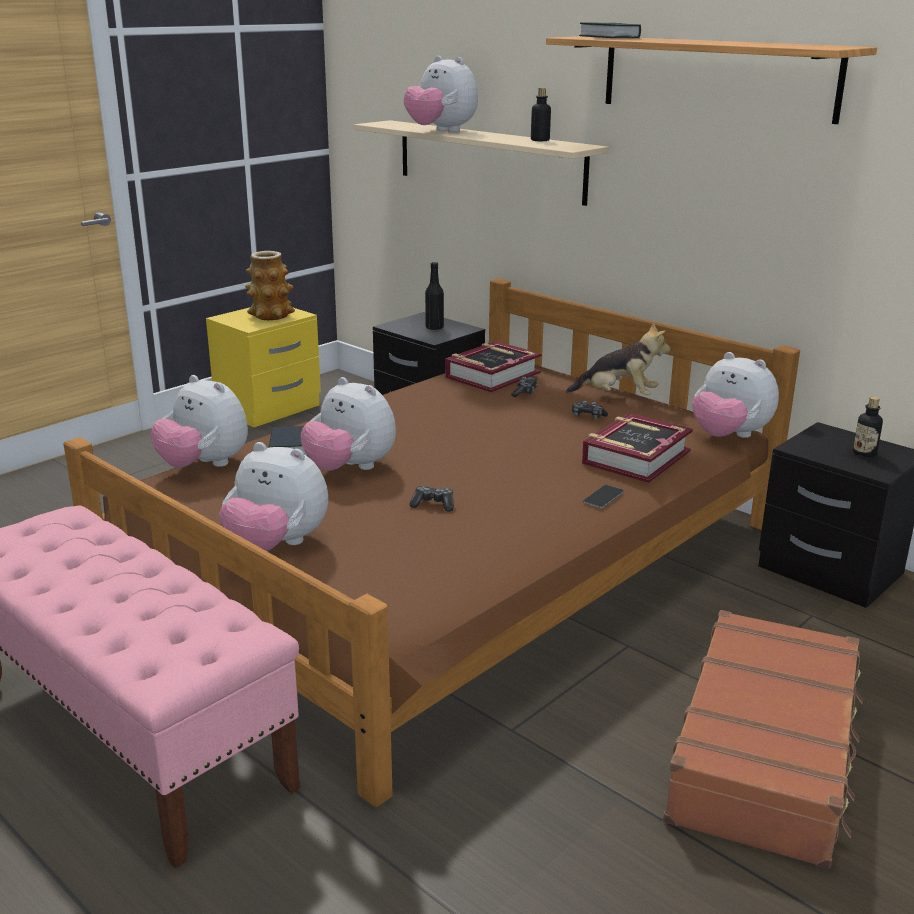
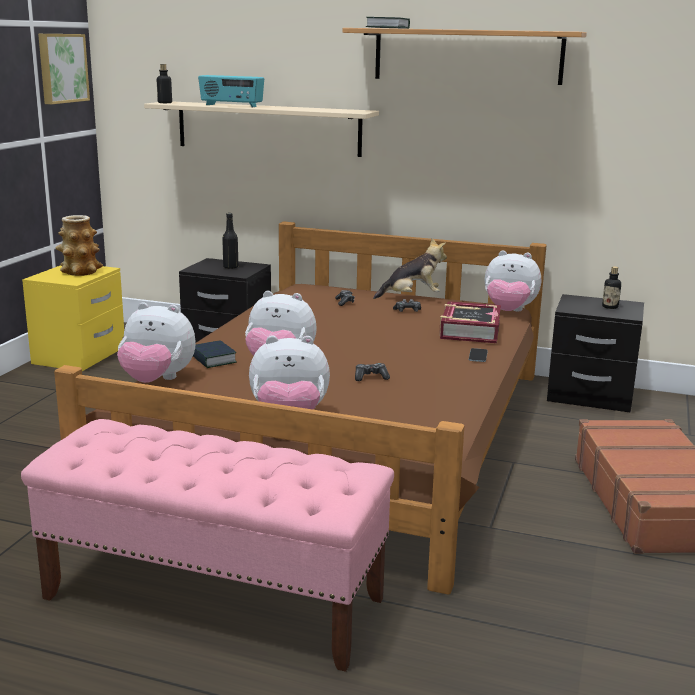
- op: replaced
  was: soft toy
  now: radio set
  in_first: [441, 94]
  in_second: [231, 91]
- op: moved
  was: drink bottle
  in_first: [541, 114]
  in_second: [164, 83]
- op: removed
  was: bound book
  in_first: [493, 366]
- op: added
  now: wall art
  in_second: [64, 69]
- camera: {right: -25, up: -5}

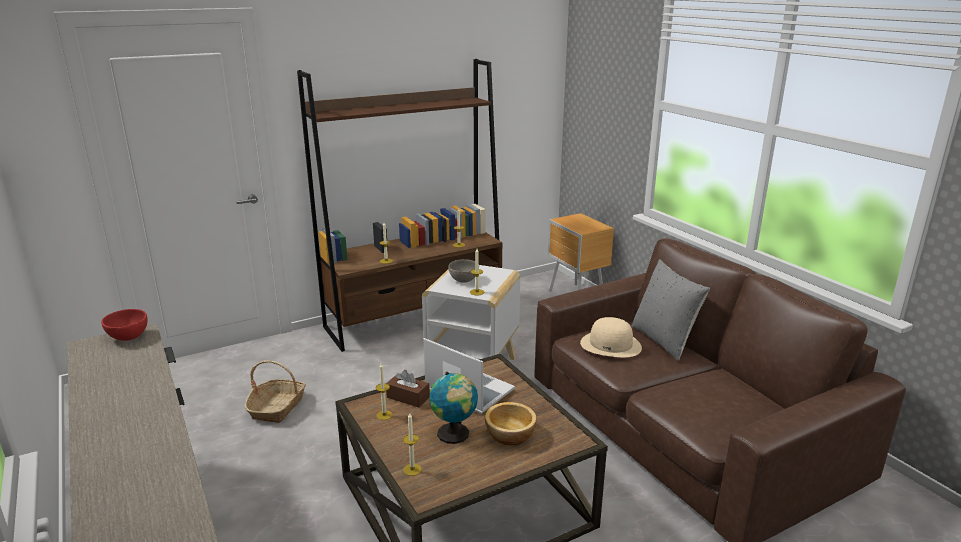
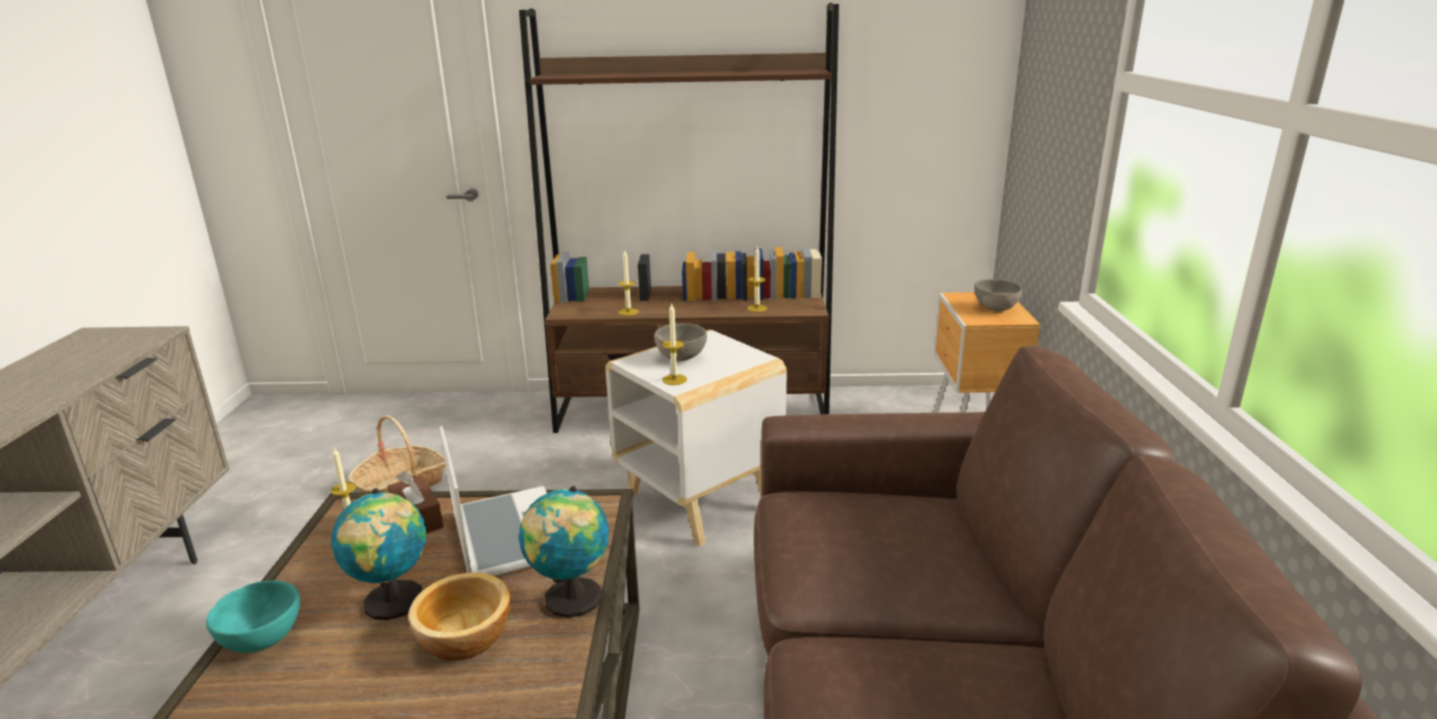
- op: removed
  was: grey throw pillow
  in_first: [671, 310]
- op: removed
  was: reddish deep dish
  in_first: [124, 325]
- op: removed
  was: beige clothing hat
  in_first: [611, 337]
- op: replaced
  was: candle
  now: turquoise deep dish
  in_first: [412, 444]
  in_second: [253, 617]
- op: added
  now: grey deep dish
  in_second: [998, 295]
- op: added
  now: world globe
  in_second: [564, 552]
- camera: {right: 30, up: 0}

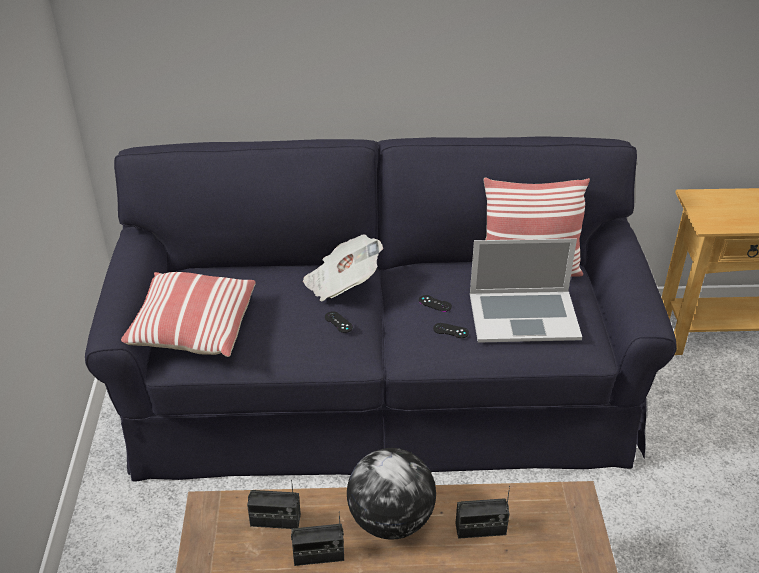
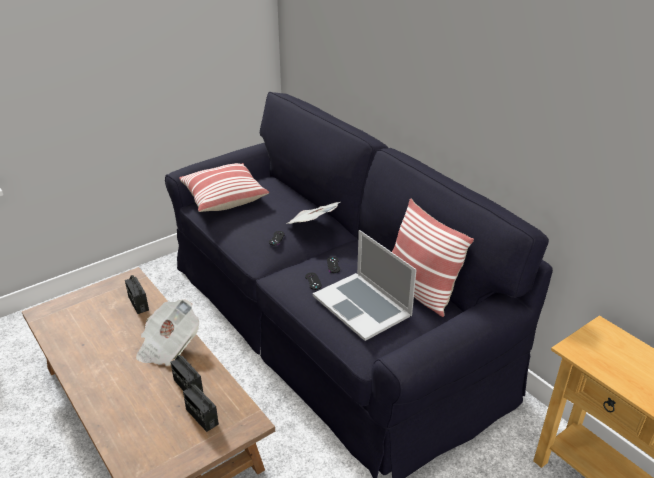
- op: replaced
  was: world globe
  now: printed paper
  in_first: [391, 494]
  in_second: [167, 333]
- op: moved
  was: radio set
  in_first: [317, 538]
  in_second: [201, 408]
- camera: {right: 55, up: -5}

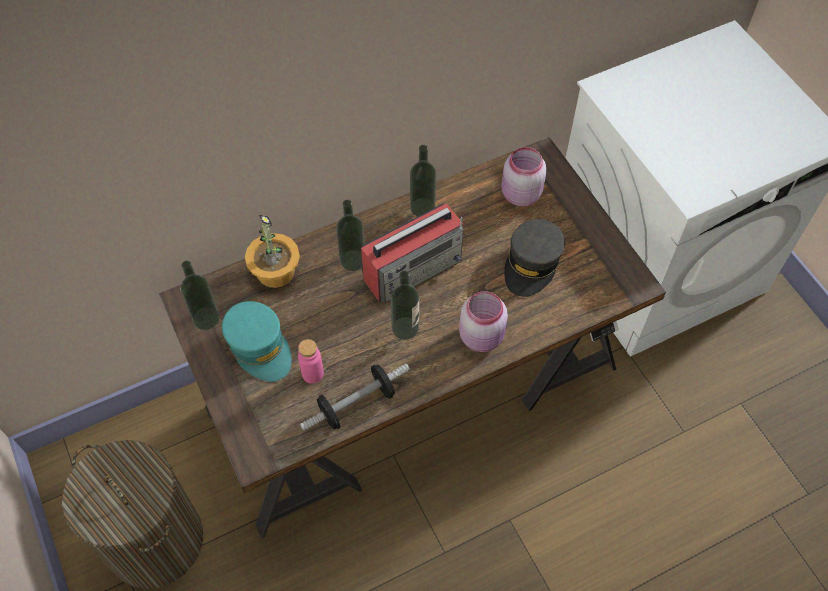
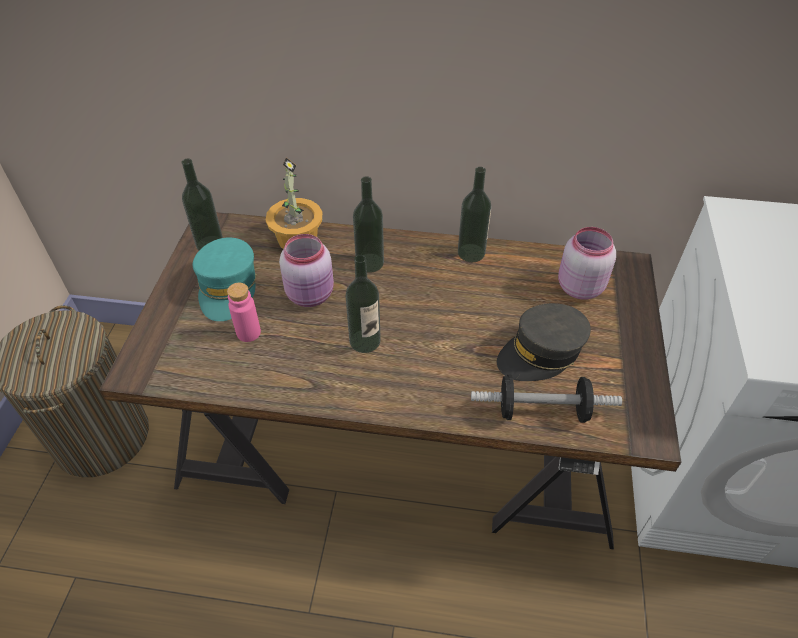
- op: removed
  was: radio set
  in_first: [412, 253]
- op: moved
  was: pinkish jar
  in_first: [483, 321]
  in_second: [306, 270]
- op: moved
  was: free weight
  in_first: [355, 397]
  in_second: [546, 398]
- camera: {right: 35, up: -10}

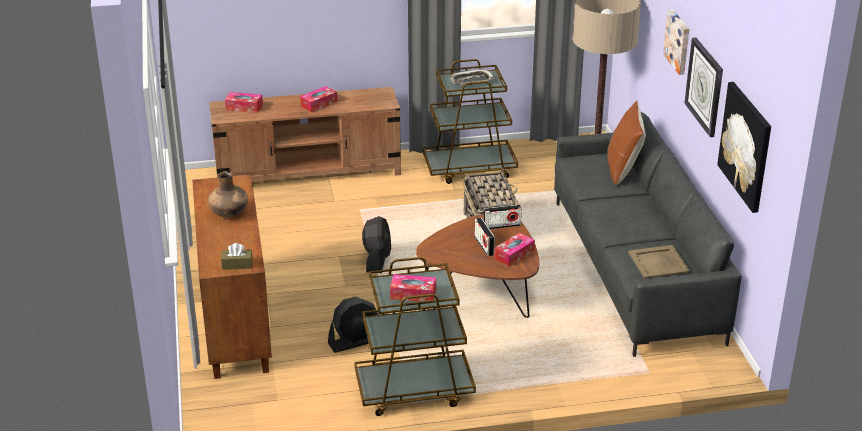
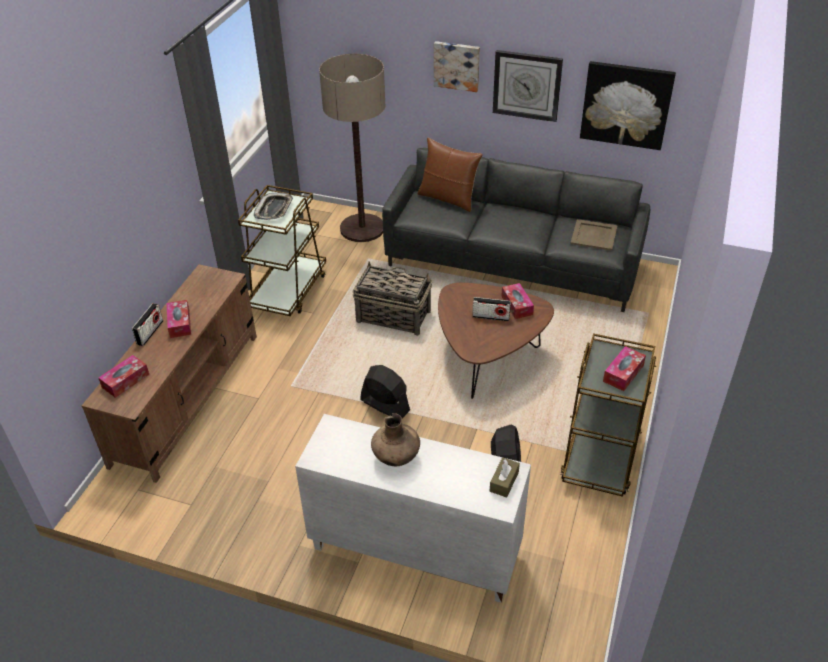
- op: recoloured
  was: brownish cabinet
  now: whitish cabinet
  in_first: [232, 276]
  in_second: [413, 508]
- op: moved
  was: radio set
  in_first: [503, 217]
  in_second: [147, 324]
- camera: {right: -60, up: 10}

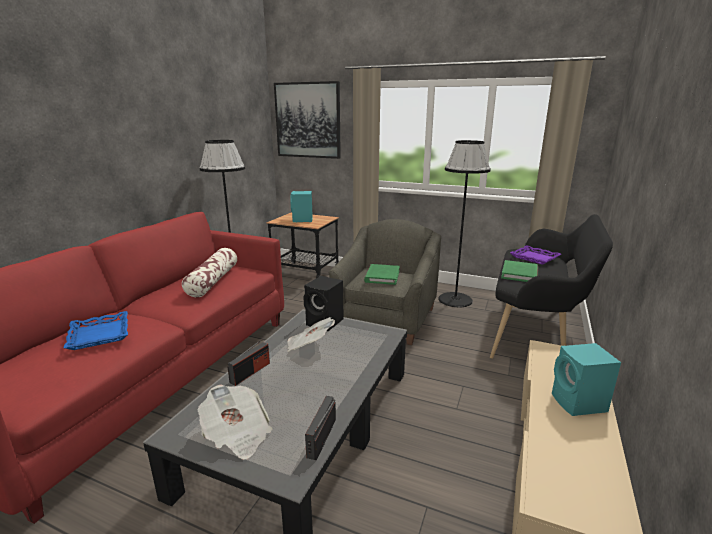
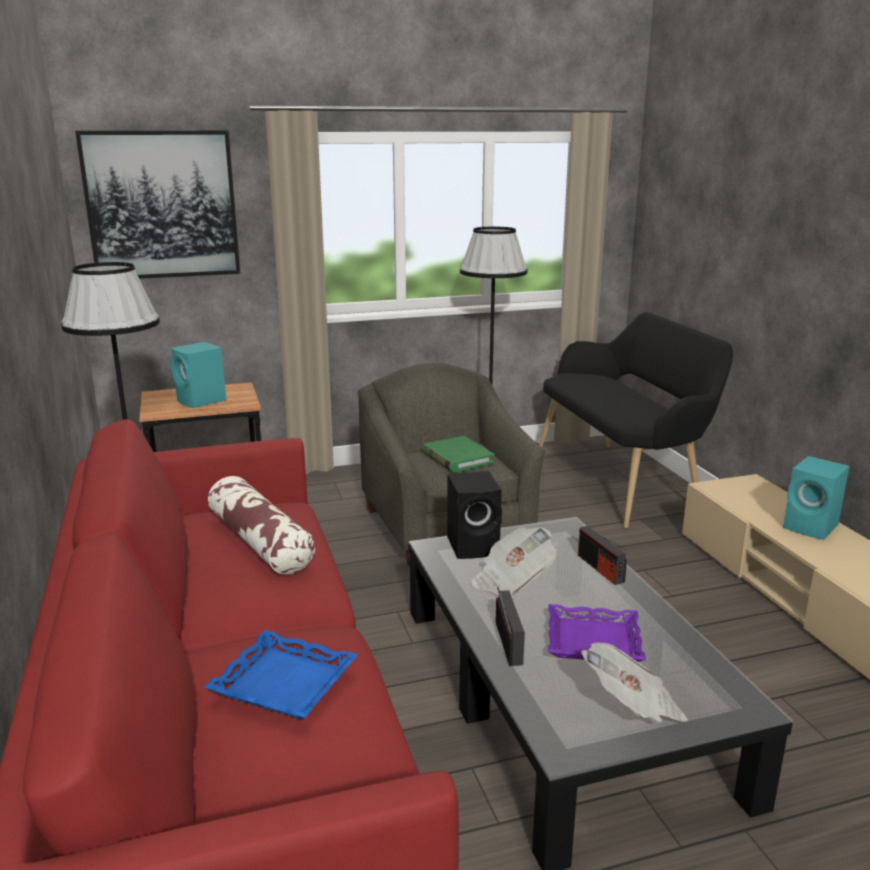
- op: moved
  was: purple serving tray
  in_first: [535, 255]
  in_second: [597, 633]
- op: removed
  was: green-coloured bound book
  in_first: [519, 271]
- op: moved
  was: radio set
  in_first: [320, 428]
  in_second: [602, 555]
- camera: {right: -40, up: 0}

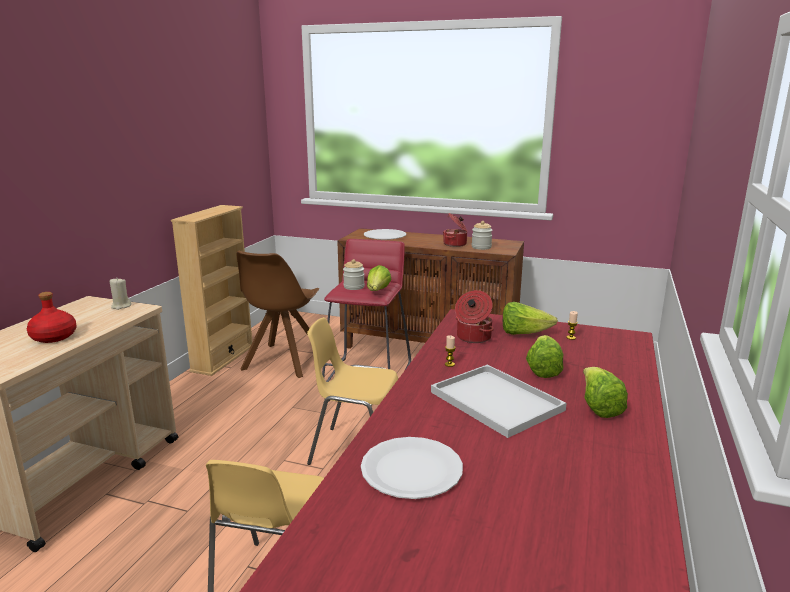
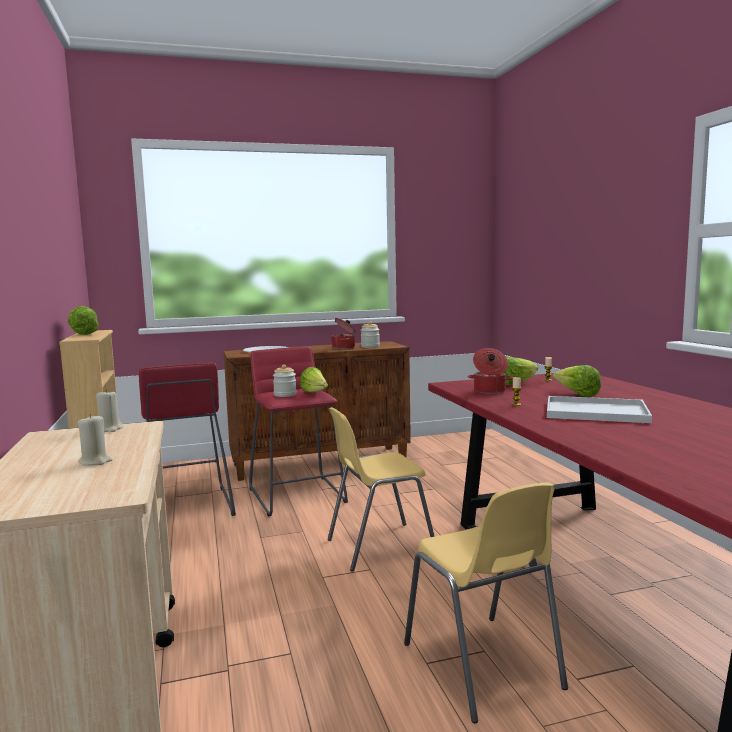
- op: replaced
  was: brownish upright chair
  now: reddish sitting stool
  in_first: [278, 314]
  in_second: [187, 439]
- op: replaced
  was: reddish drink bottle
  now: beige candle
  in_first: [52, 317]
  in_second: [95, 440]
- op: moved
  was: lettuce
  in_first: [605, 392]
  in_second: [83, 320]
- op: removed
  was: whitish dinner plate
  in_first: [412, 468]
- camera: {right: -35, up: -10}

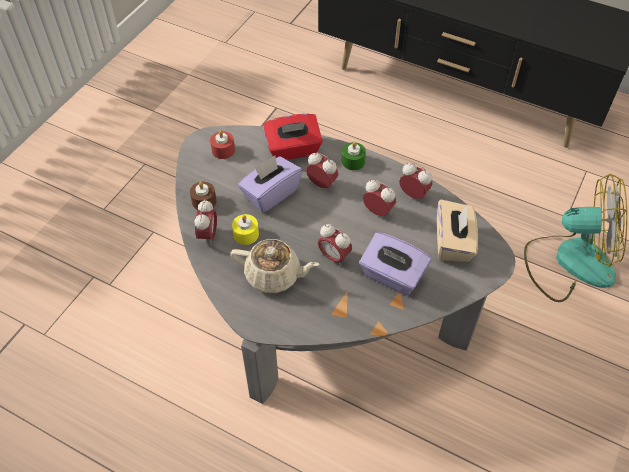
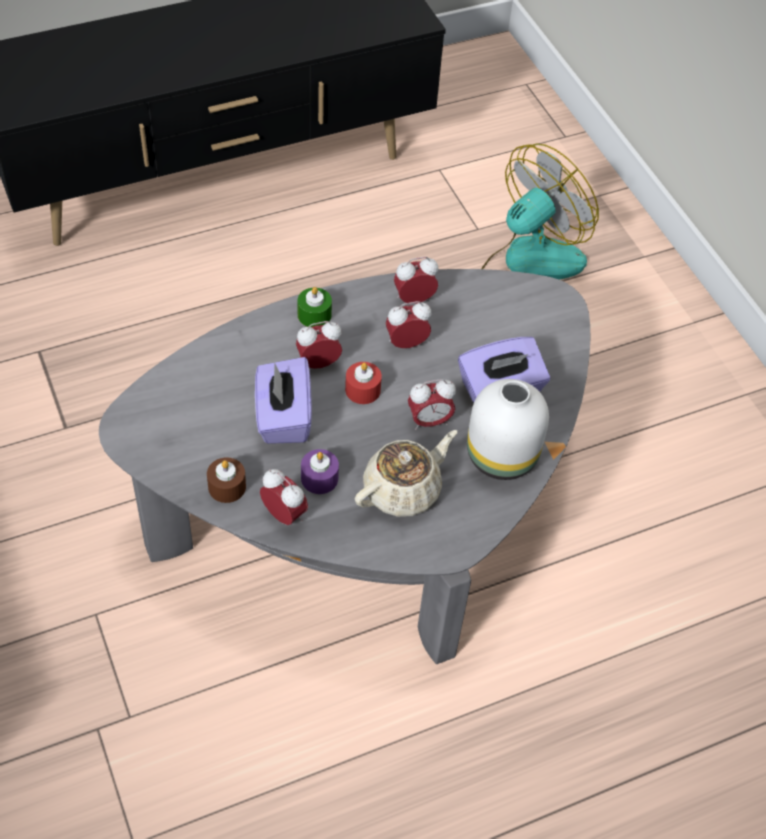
- op: removed
  was: reddish tissue box
  in_first: [293, 137]
- op: moved
  was: reddish candle
  in_first: [222, 144]
  in_second: [363, 383]
- op: removed
  was: beige tissue box
  in_first: [457, 231]
- op: recoloured
  was: yellowish candle
  now: purple candle
  in_first: [245, 229]
  in_second: [320, 471]
- op: added
  now: whitish vase
  in_second: [508, 429]
- camera: {right: -55, up: 0}

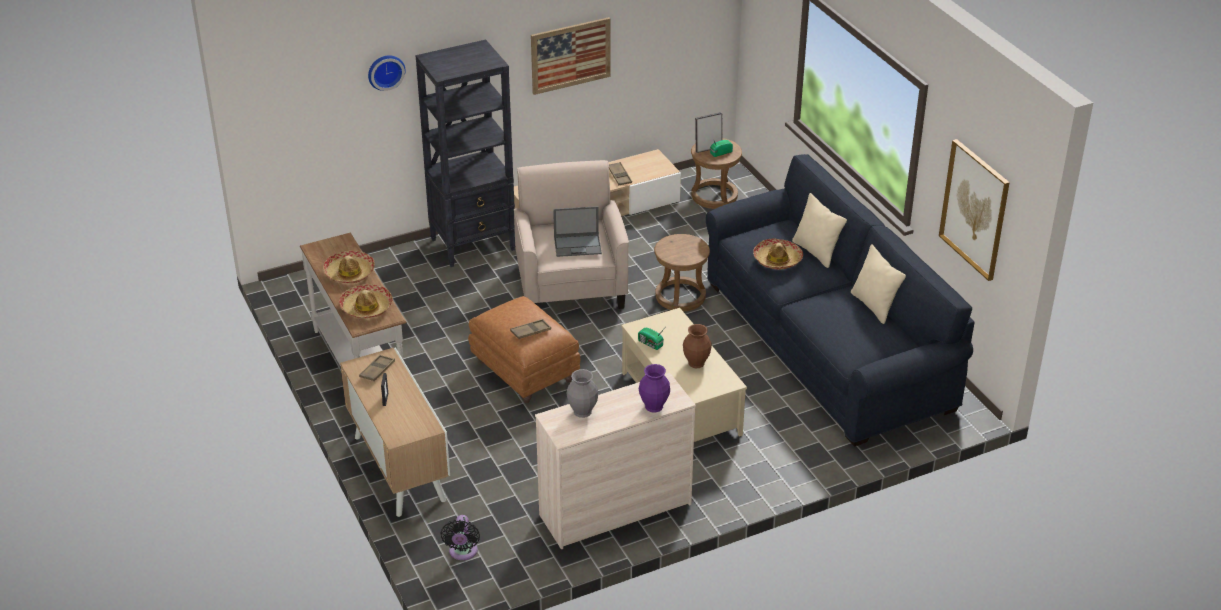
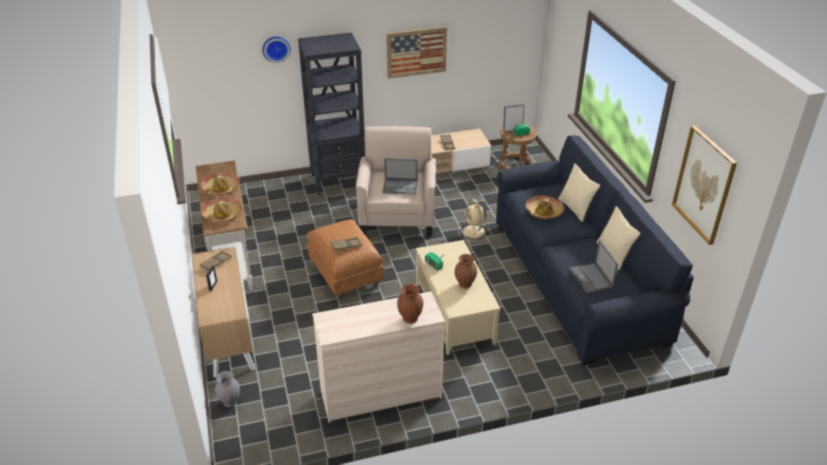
- op: replaced
  was: brownish sitting stool
  now: beige fan
  in_first: [682, 273]
  in_second: [475, 220]
- op: recoloured
  was: purple vase
  now: brownish vase
  in_first: [654, 388]
  in_second: [410, 304]
- op: moved
  was: grey vase
  in_first: [582, 393]
  in_second: [227, 389]
- op: removed
  was: black fan
  in_first: [460, 537]
- op: added
  now: laptop
  in_second: [594, 266]
- camera: {right: 10, up: 0}

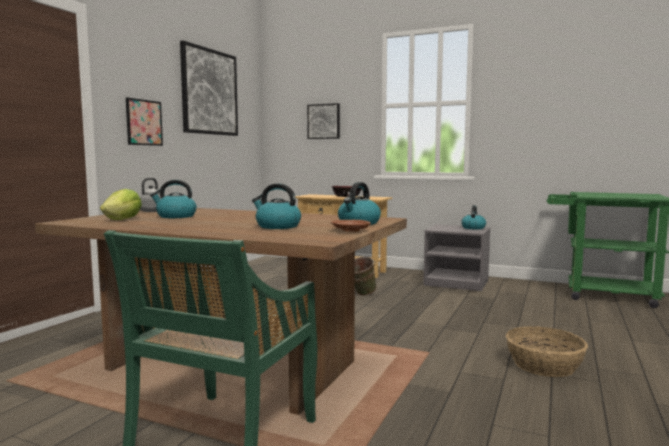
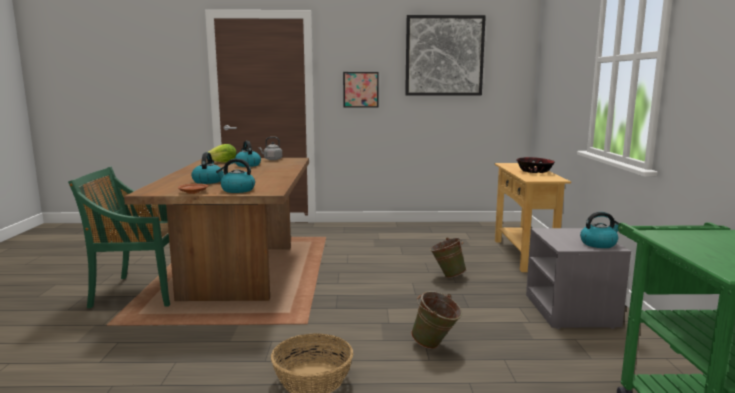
- op: removed
  was: wall art
  in_first: [323, 121]
- op: added
  now: green-coloured water bucket
  in_second: [436, 320]
- camera: {right: 65, up: 5}

